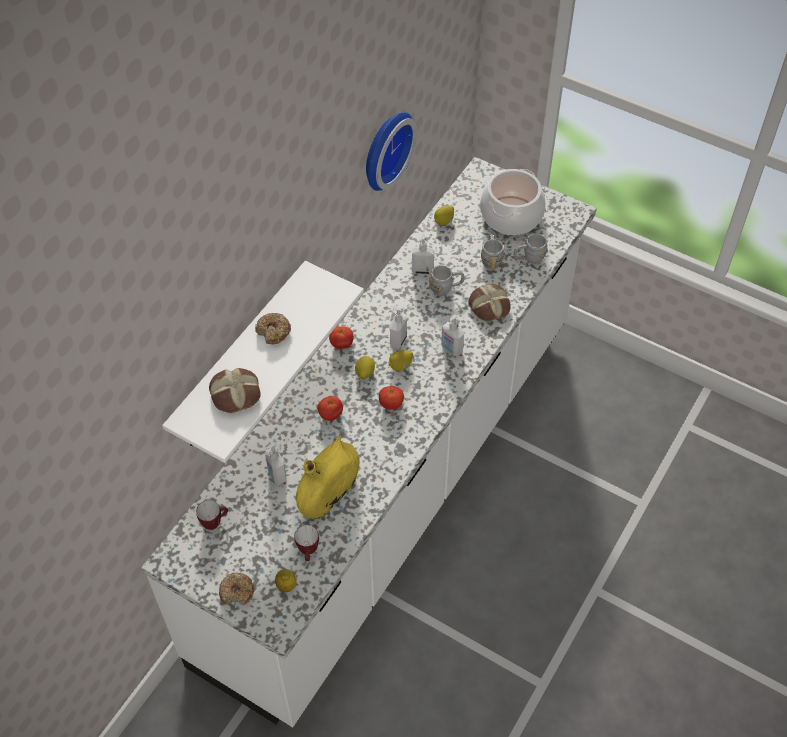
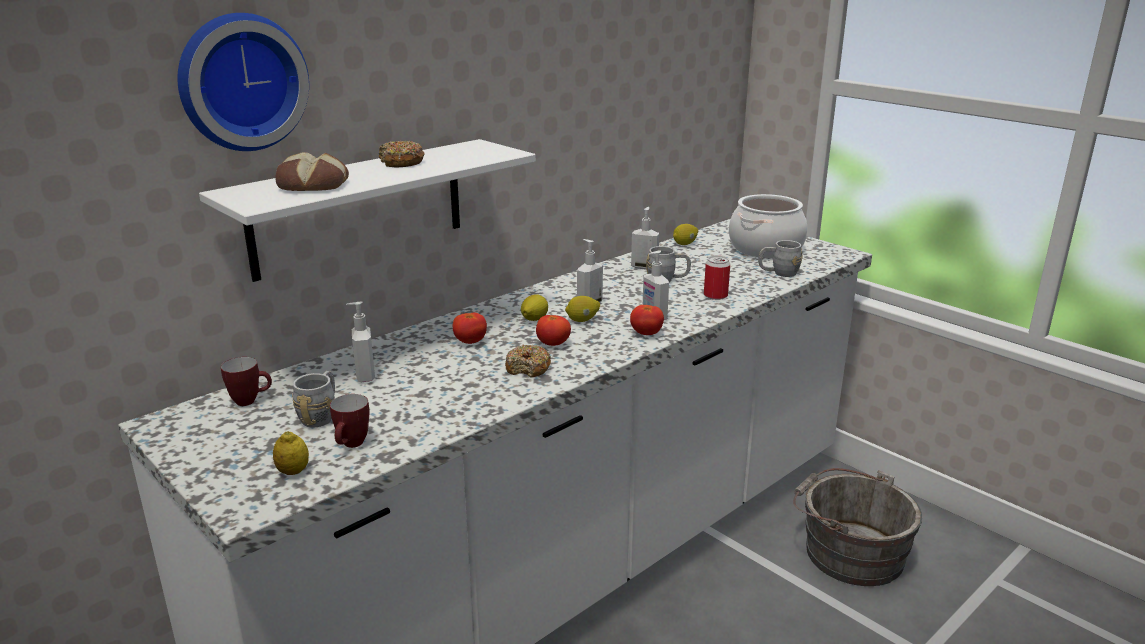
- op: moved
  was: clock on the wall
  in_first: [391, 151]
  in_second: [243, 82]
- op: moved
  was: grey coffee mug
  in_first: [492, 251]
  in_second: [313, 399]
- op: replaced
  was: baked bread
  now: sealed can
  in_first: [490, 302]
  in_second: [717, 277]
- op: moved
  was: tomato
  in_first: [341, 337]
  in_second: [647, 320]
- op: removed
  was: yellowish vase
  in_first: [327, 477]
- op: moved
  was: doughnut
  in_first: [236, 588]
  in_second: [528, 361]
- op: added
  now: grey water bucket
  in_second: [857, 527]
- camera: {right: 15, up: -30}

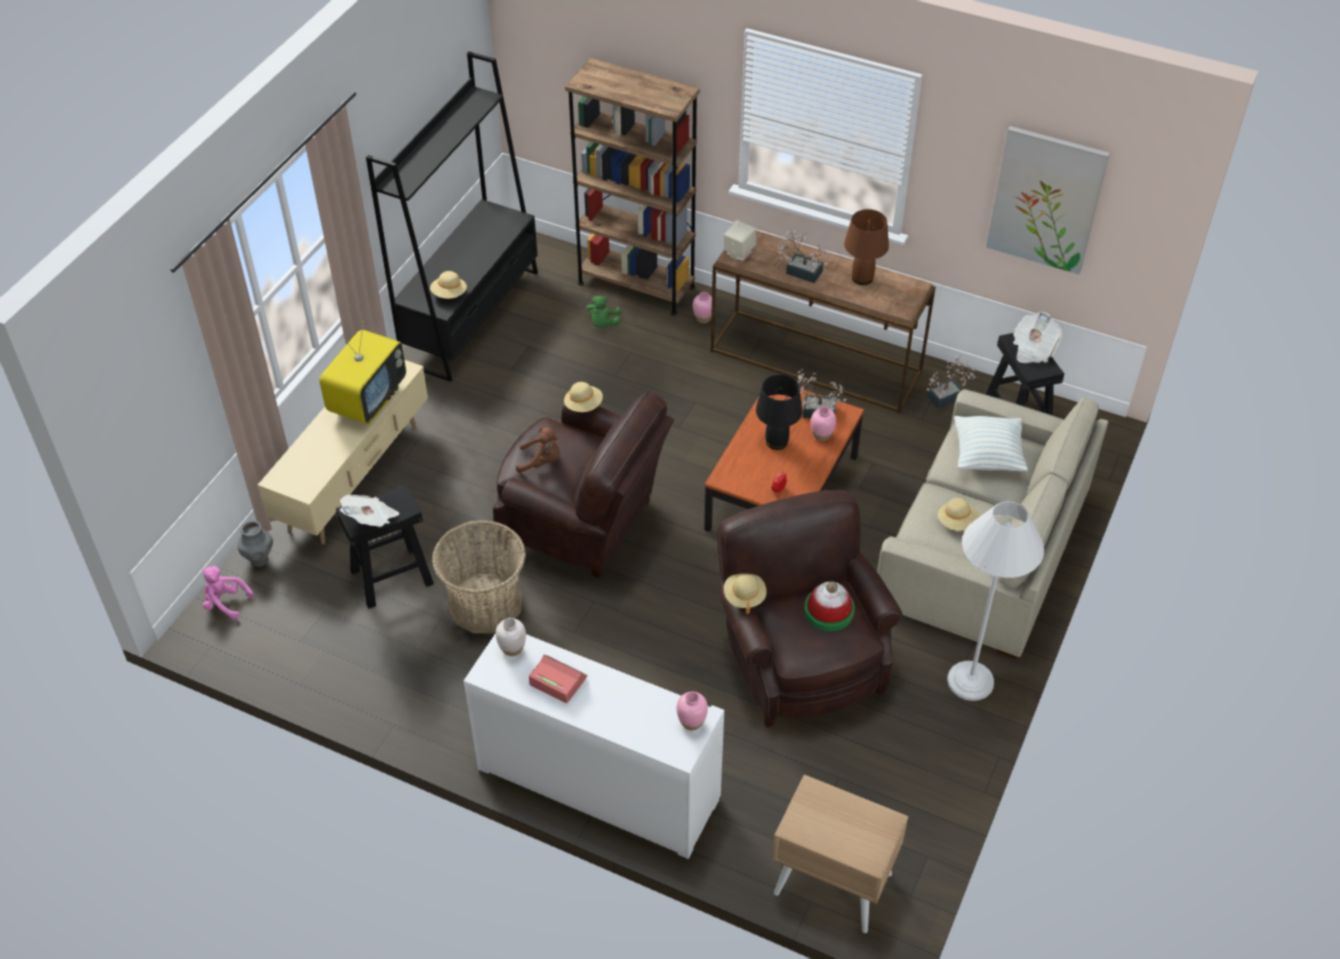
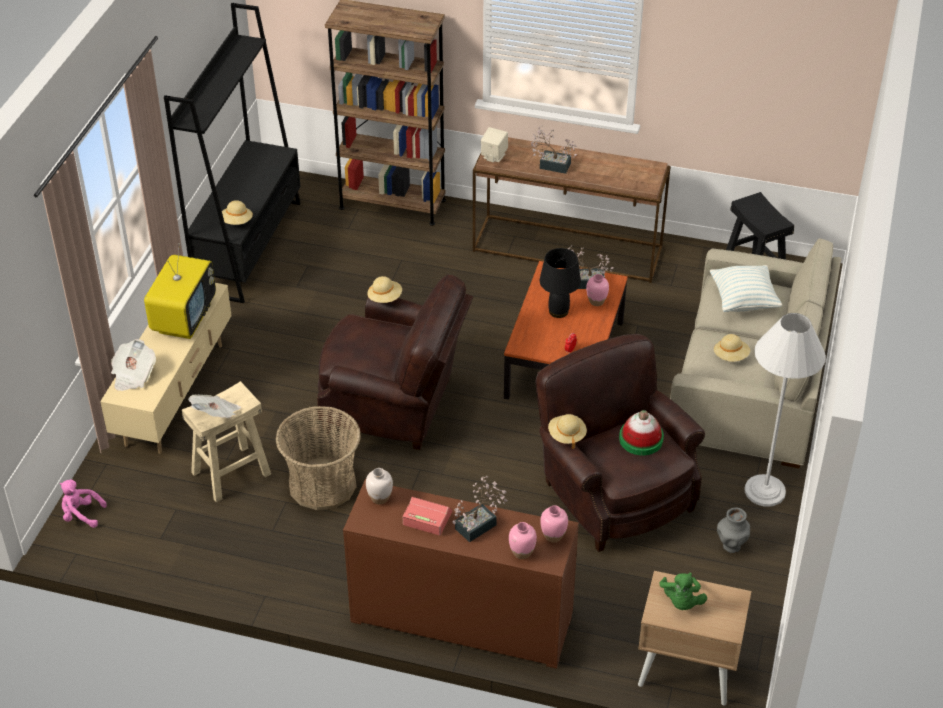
- op: removed
  was: wall art
  in_first: [1048, 200]
- op: removed
  was: brownish tabletop lamp
  in_first: [866, 247]
- op: moved
  was: pinkish vase
  in_first: [702, 308]
  in_second: [523, 540]
- op: moved
  was: green-coloured soft toy
  in_first: [604, 312]
  in_second: [683, 591]
- op: moved
  was: printed paper
  in_first: [1038, 337]
  in_second: [133, 365]
- op: moved
  was: houseplant
  in_first: [951, 382]
  in_second: [479, 509]
- op: removed
  was: brownish soft toy
  in_first: [538, 450]
- op: recoloured
  was: black sitting stool
  now: beige sitting stool
  in_first: [385, 546]
  in_second: [226, 441]
- op: moved
  was: grey vase
  in_first: [255, 544]
  in_second: [733, 530]
- op: recoloured
  was: whitish cabinet
  now: brownish cabinet
  in_first: [594, 746]
  in_second: [461, 574]
- camera: {right: -10, up: -5}

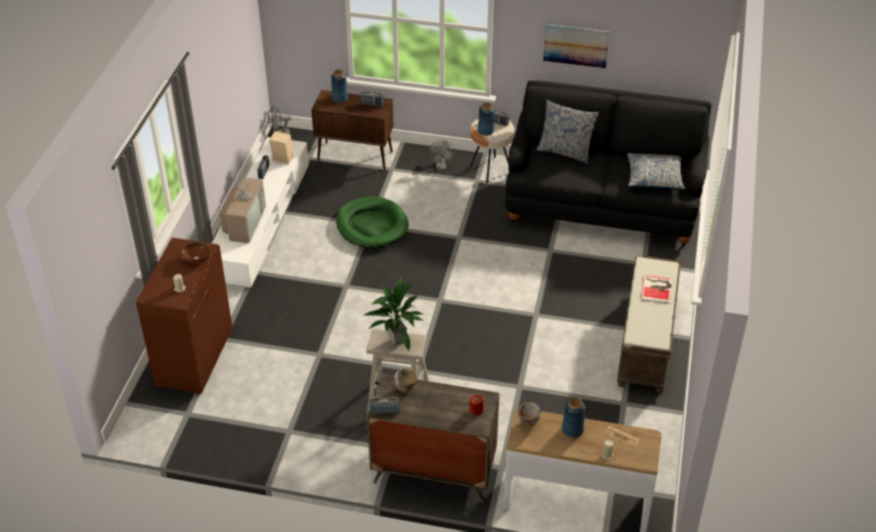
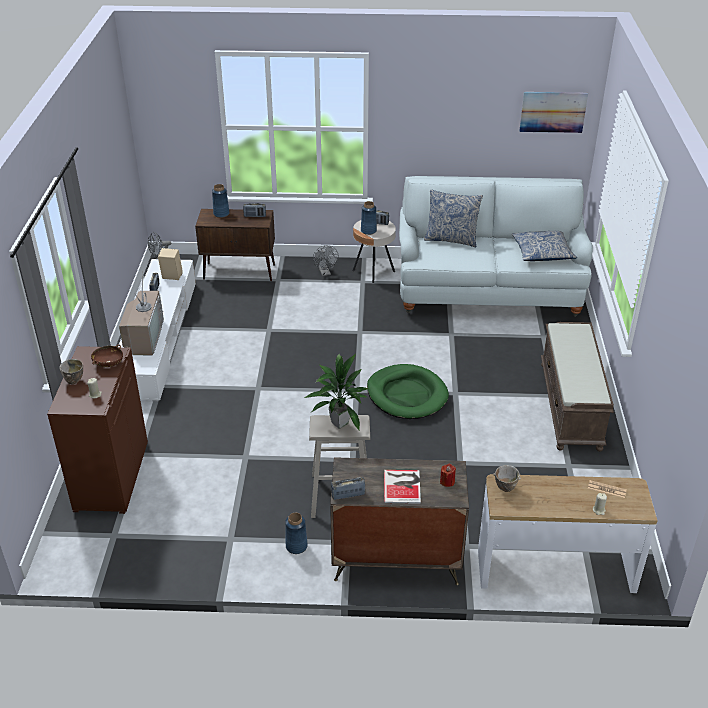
- op: moved
  was: wall art
  in_first: [576, 46]
  in_second: [554, 112]
- op: recoloured
  was: black couch
  now: whitish couch
  in_first: [608, 163]
  in_second: [496, 246]
- op: moved
  was: green-coloured pet bed
  in_first: [372, 222]
  in_second: [408, 391]
- op: moved
  was: bound book
  in_first: [656, 289]
  in_second: [402, 487]
- op: moved
  was: deep dish
  in_first: [406, 380]
  in_second: [71, 371]
- op: moved
  was: blue-coloured vase
  in_first: [573, 417]
  in_second: [296, 533]
- camera: {right: -10, up: -5}

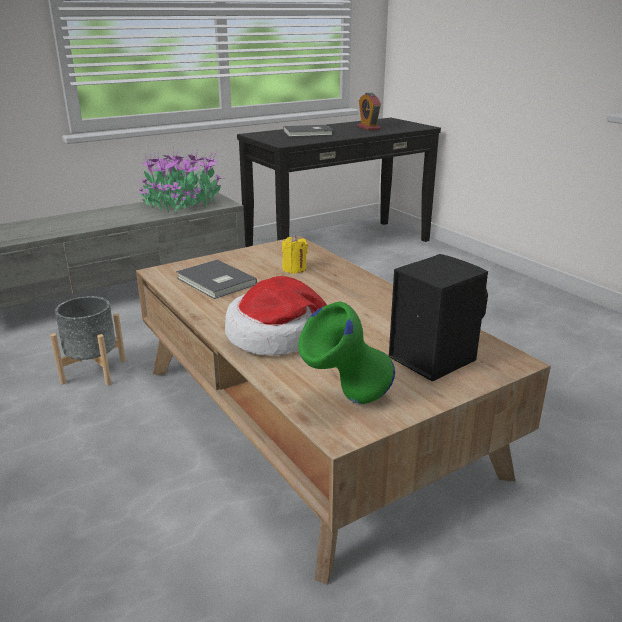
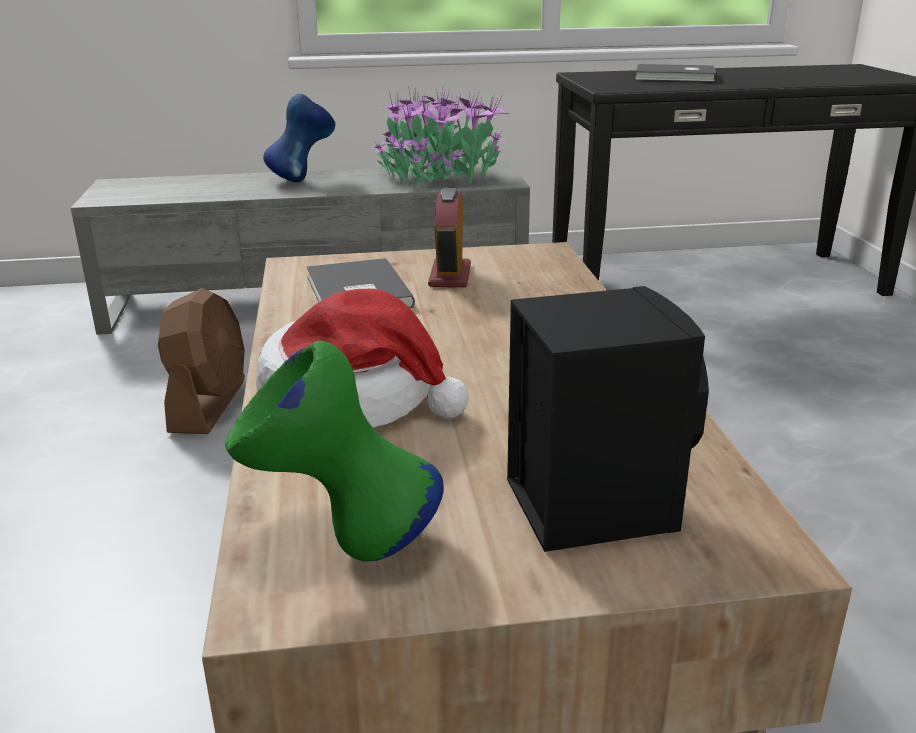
- op: moved
  was: bedside clock
  in_first: [369, 111]
  in_second: [449, 237]
- op: removed
  was: yellowish candle
  in_first: [295, 254]
- op: replaced
  was: grey flower pot
  now: brownish fan
  in_first: [88, 341]
  in_second: [201, 361]
- op: added
  now: blue-coloured vase
  in_second: [299, 138]
- camera: {right: 25, up: 0}

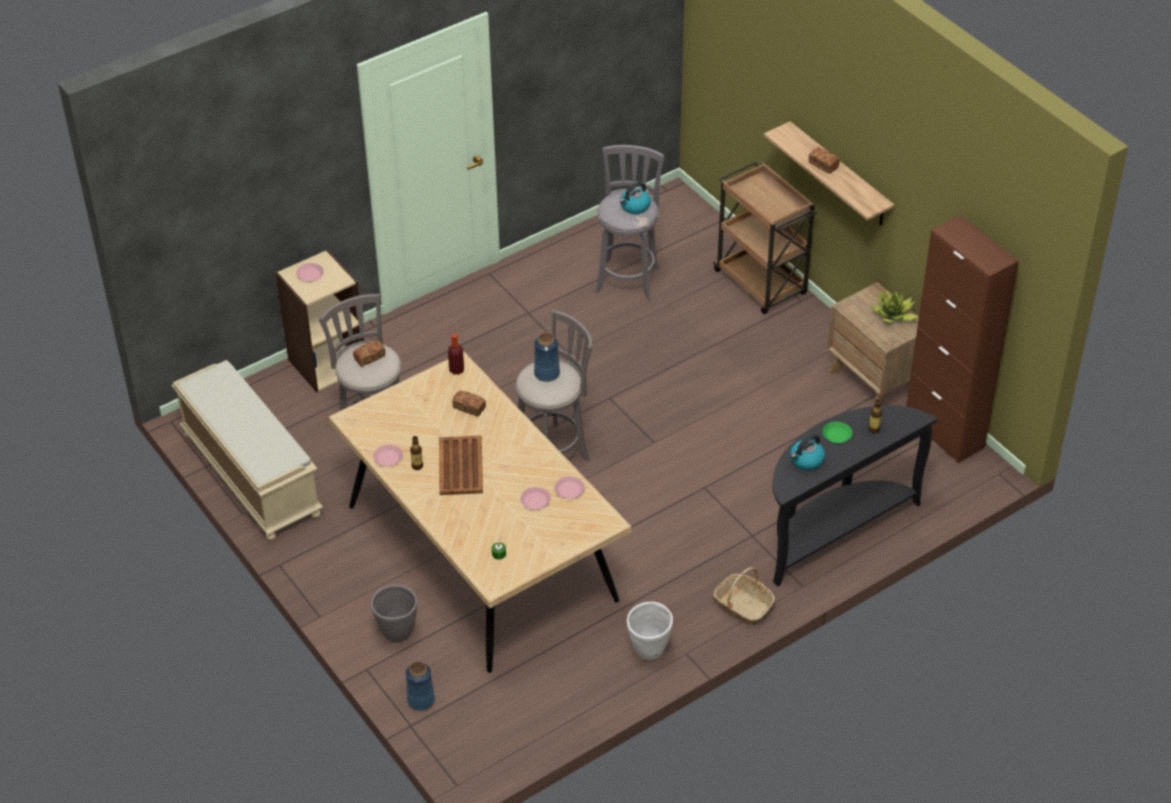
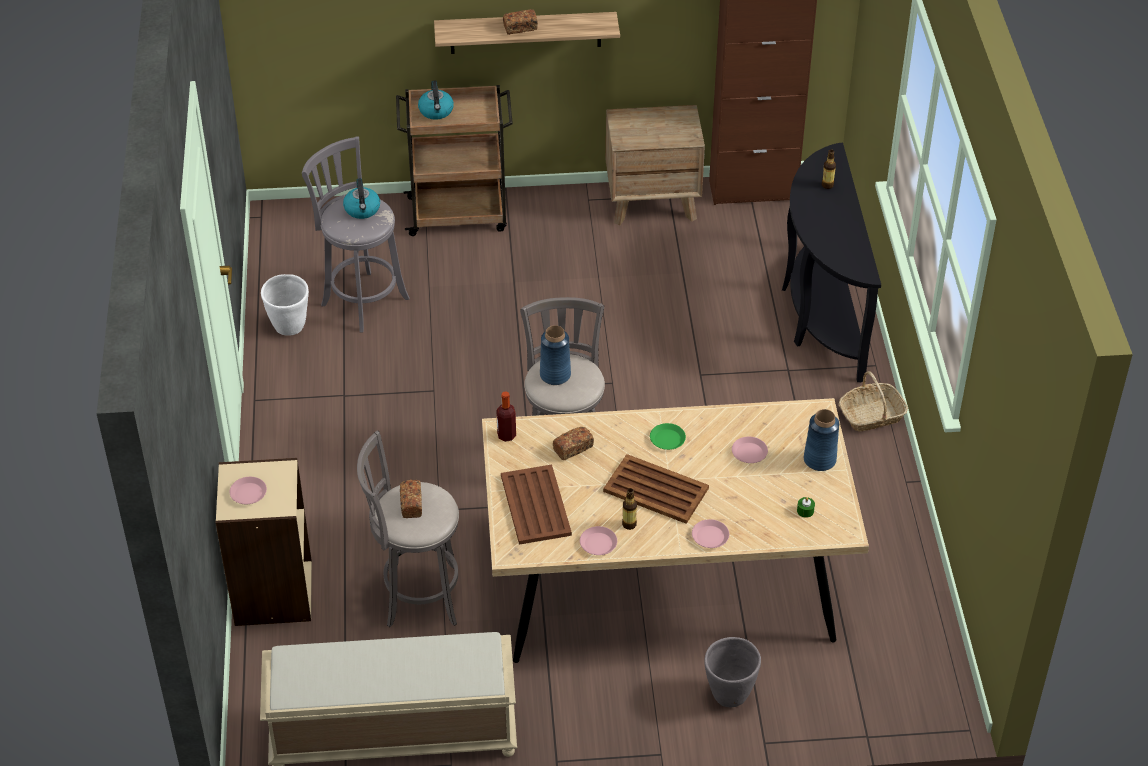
- op: removed
  was: houseplant
  in_first: [894, 307]
- op: moved
  was: green-coloured dinner plate
  in_first: [837, 432]
  in_second: [668, 436]
- op: moved
  was: kettle
  in_first: [807, 452]
  in_second: [436, 100]
- op: moved
  was: pinkish dinner plate
  in_first: [569, 487]
  in_second: [710, 533]
- op: moved
  was: whitish flower pot
  in_first: [650, 631]
  in_second: [285, 305]
- op: moved
  was: blue-coloured vase
  in_first: [420, 686]
  in_second: [821, 440]
- op: added
  now: brownish serving tray
  in_second: [536, 505]
- camera: {right: -60, up: 0}

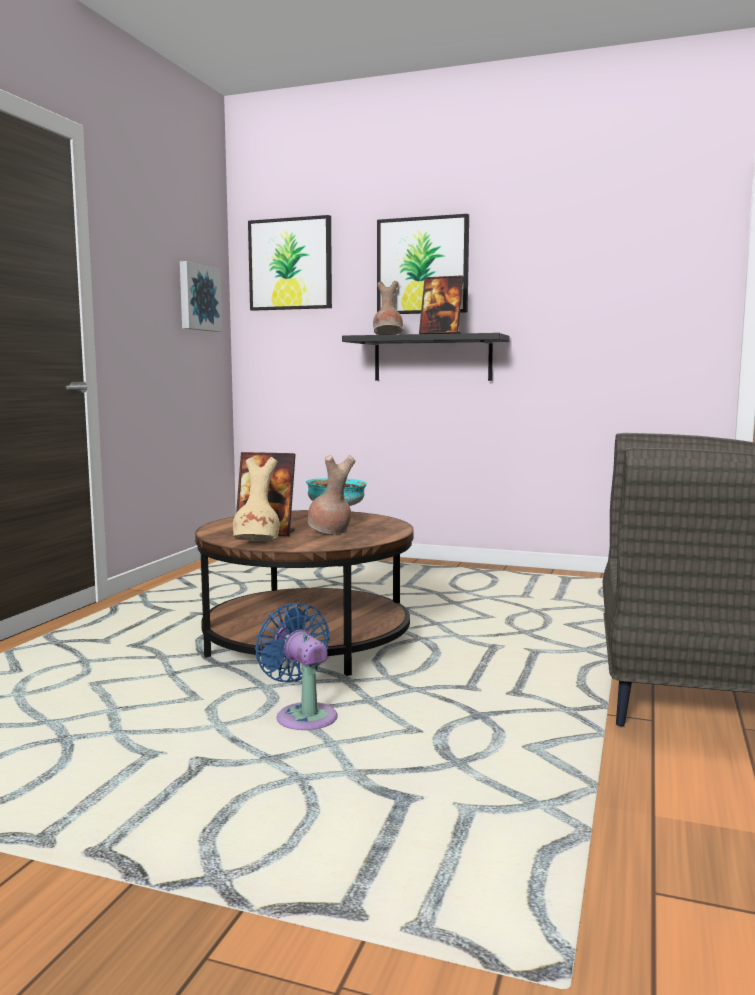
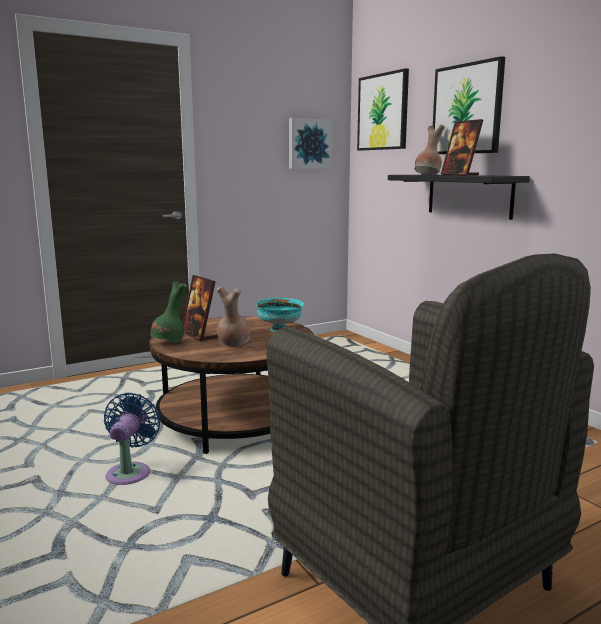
- op: recoloured
  was: beige vase
  now: green-coloured vase
  in_first: [256, 499]
  in_second: [168, 312]
- camera: {right: 40, up: 5}

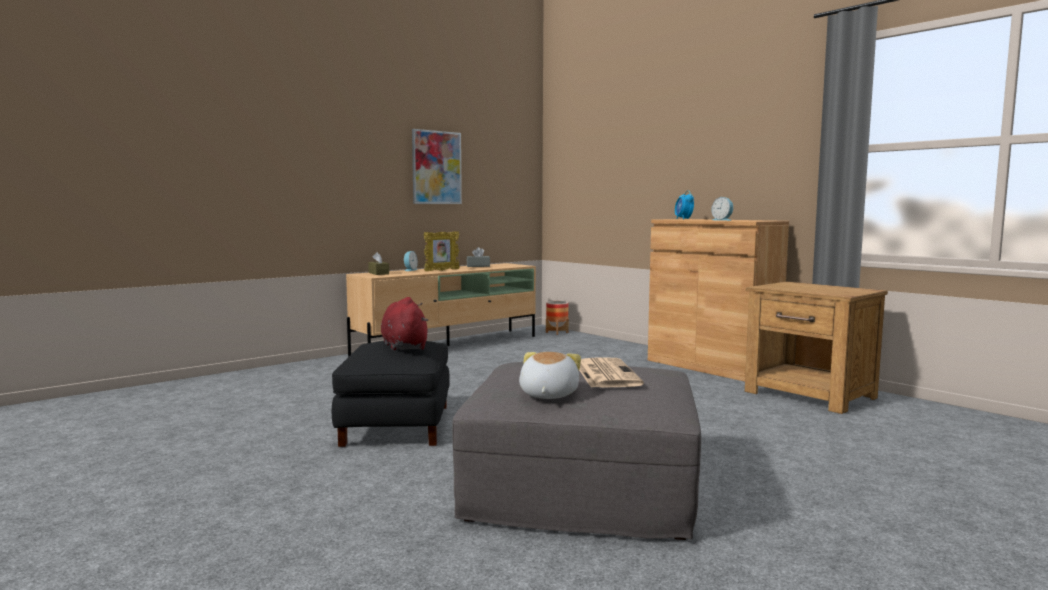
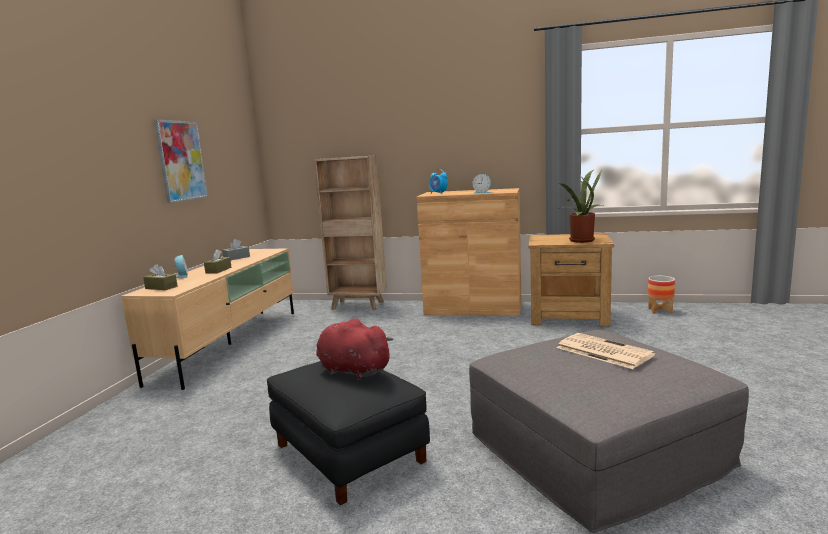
- op: replaced
  was: standing frame
  now: brownish tissue box
  in_first: [442, 251]
  in_second: [218, 261]
- op: moved
  was: flower pot
  in_first: [557, 318]
  in_second: [661, 295]
- op: removed
  was: soft toy
  in_first: [550, 375]
- op: added
  now: brownish bookshelf
  in_second: [350, 232]
- op: added
  now: houseplant
  in_second: [581, 206]
- camera: {right: -35, up: 5}

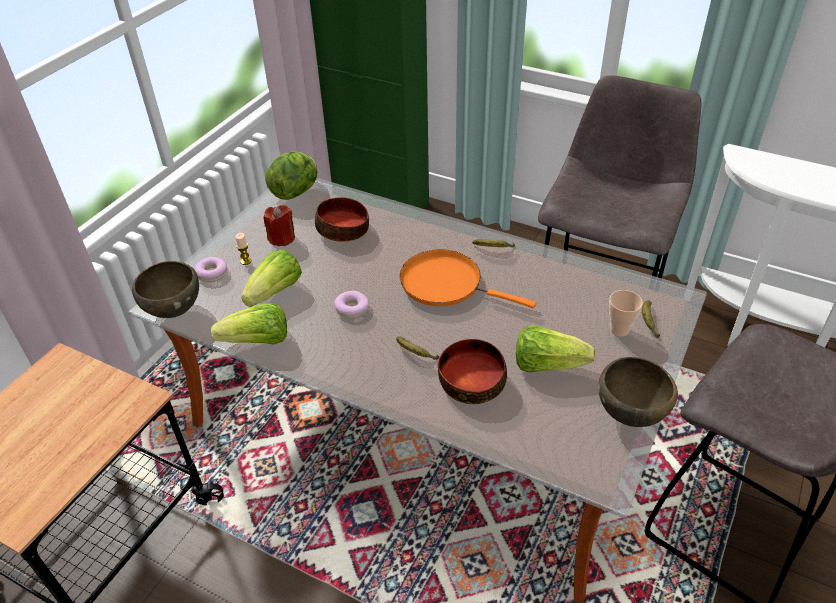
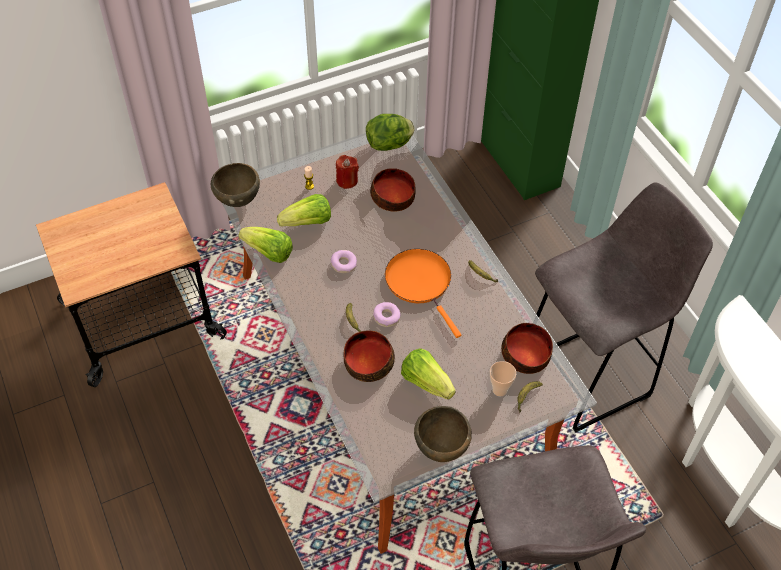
- op: moved
  was: doughnut
  in_first: [211, 269]
  in_second: [387, 314]
- op: added
  now: deep dish
  in_second: [527, 348]
- camera: {right: 35, up: 10}

